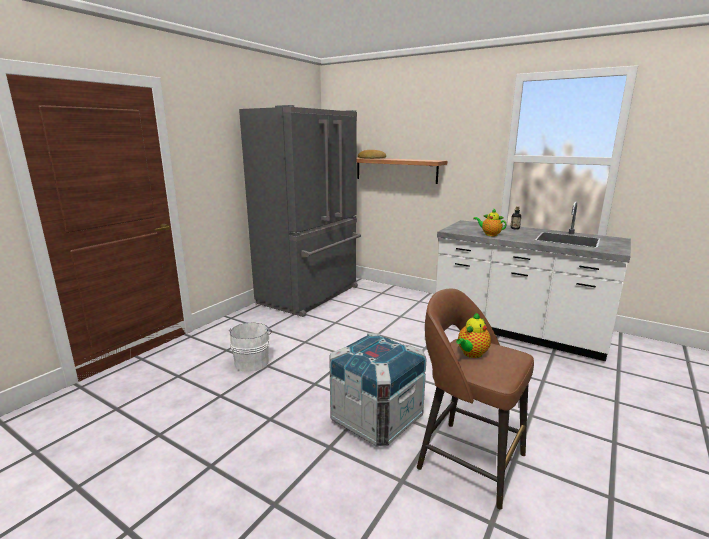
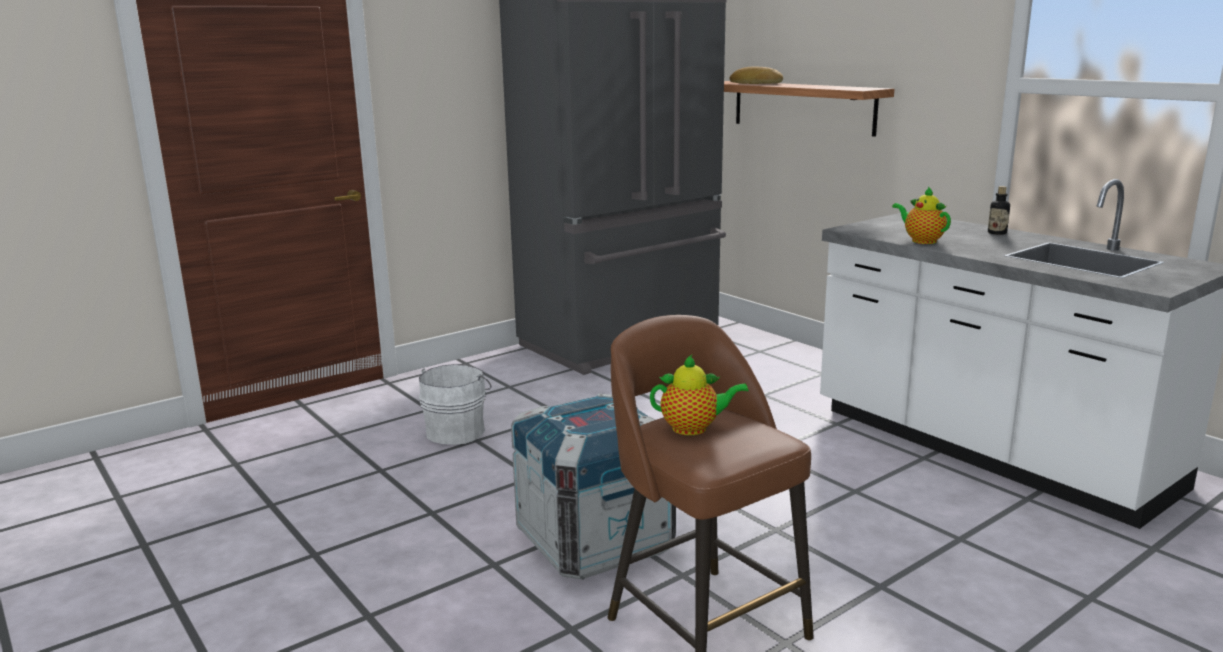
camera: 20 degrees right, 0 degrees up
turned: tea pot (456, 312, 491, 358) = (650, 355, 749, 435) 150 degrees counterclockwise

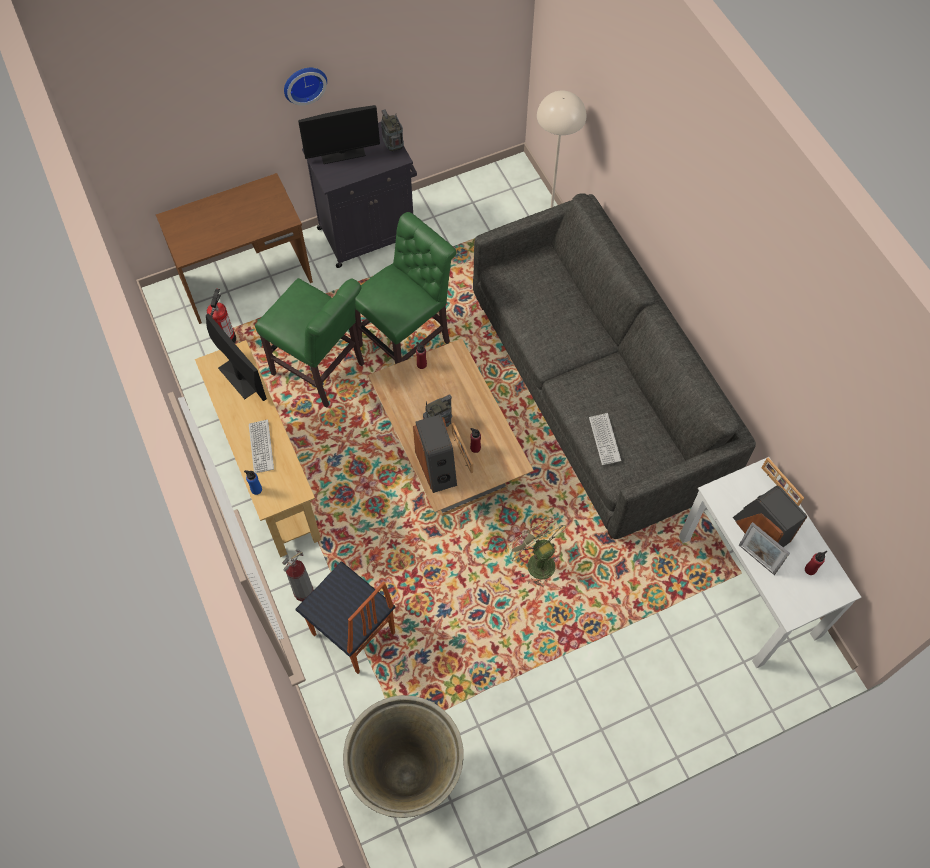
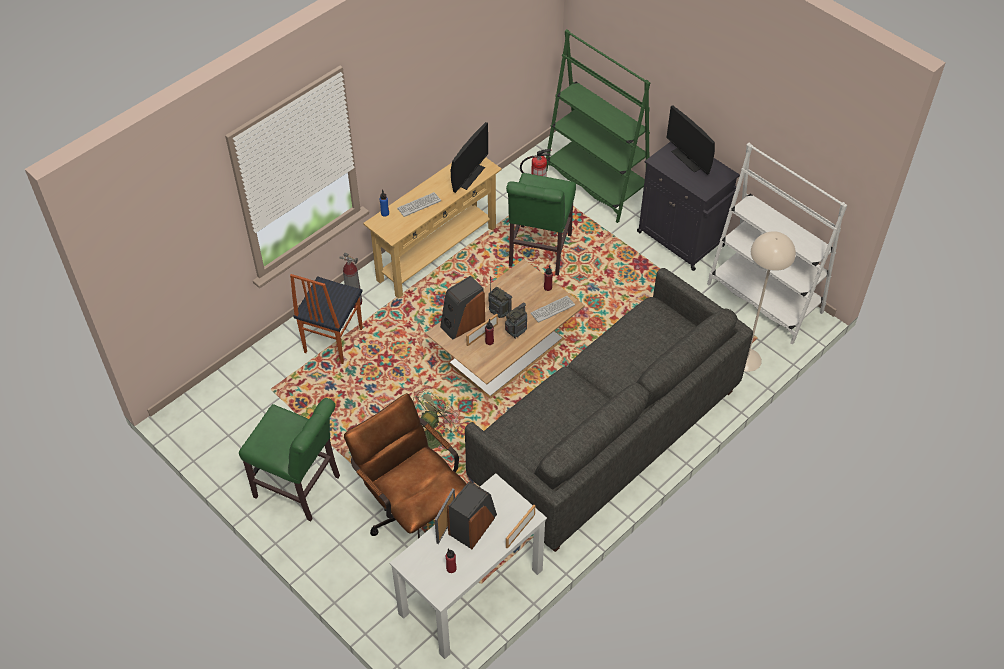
camera: 70 degrees right, 10 degrees down
removed: wall clock (284, 68, 327, 106); gray plant pot (343, 695, 464, 818)
added: brown desk chair (344, 393, 466, 538); white-coloured bookshelf (707, 143, 847, 344)
moved: green-coloured chair (355, 212, 456, 364) to (239, 398, 340, 521); radio set (381, 109, 404, 152) to (505, 303, 527, 339); PC keyboard (589, 413, 621, 465) to (530, 296, 575, 323)
replaced: brown desk (156, 173, 313, 324) to green-coloured bookshelf (546, 29, 650, 223)

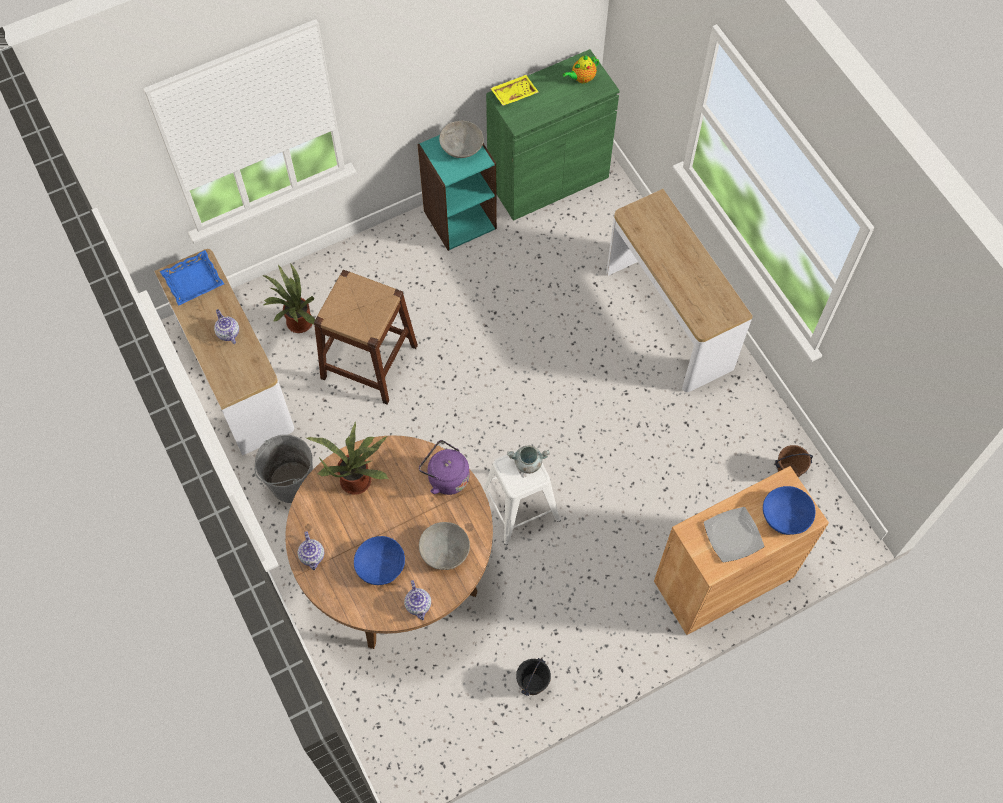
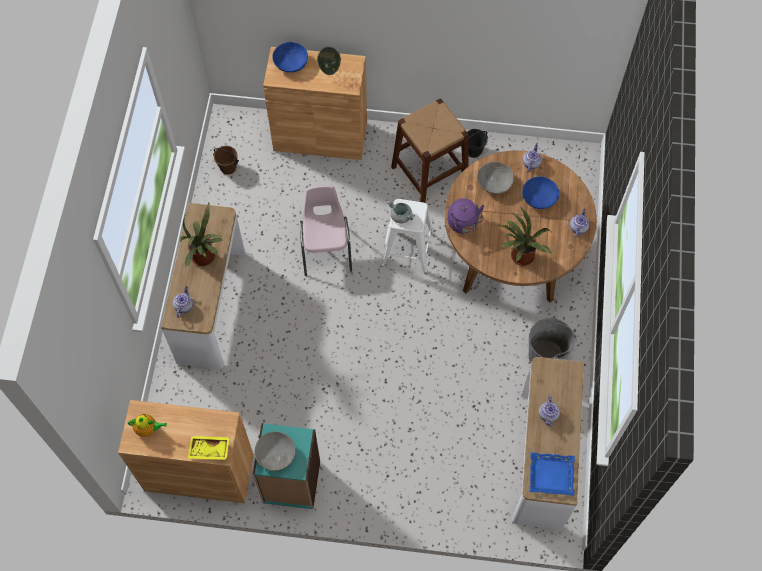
camera: 145 degrees left, 0 degrees up
added: tea pot (173, 286, 193, 318); pink-coloured chair (300, 186, 352, 276)
moved: plant in a pot (262, 263, 315, 333) to (180, 201, 224, 268); brown stool seat (314, 270, 418, 405) to (391, 98, 469, 203)
replaced: dinner plate (704, 507, 764, 563) to flower vase (317, 47, 341, 75)
recoloured: green-coloured cupboard (486, 49, 620, 221) to brown cupboard (118, 400, 254, 503)

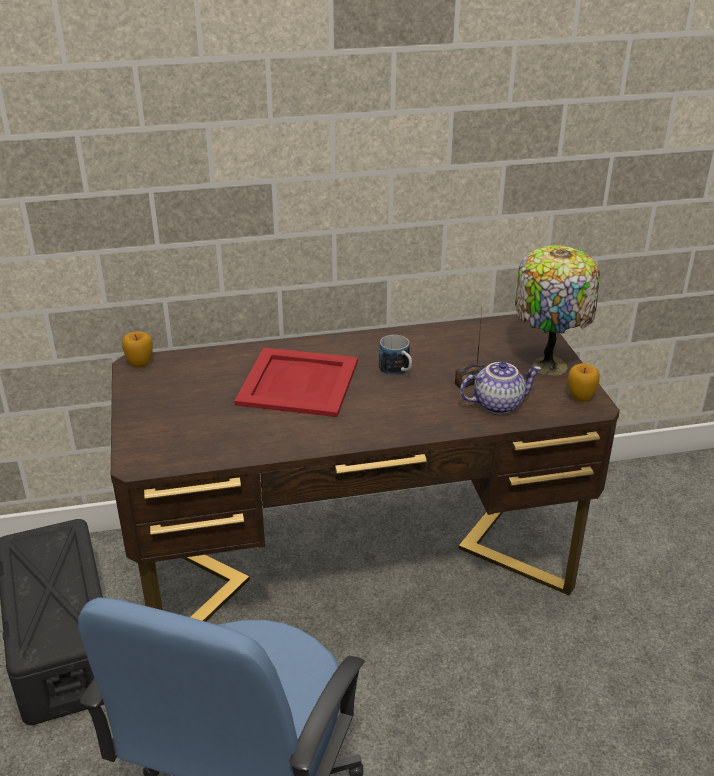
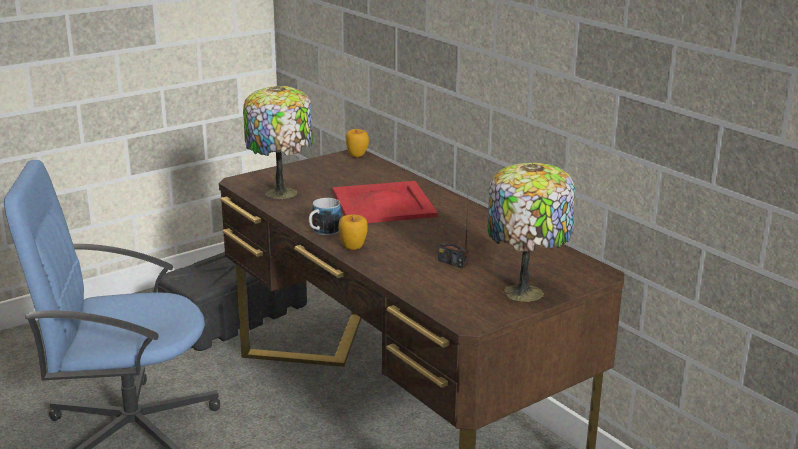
camera: 65 degrees right, 10 degrees down
removed: tea pot (460, 361, 542, 414)
added: table lamp (243, 86, 313, 199)
moved: coffee mug (379, 335, 412, 376) to (309, 198, 341, 235); apple fruit (568, 363, 600, 402) to (338, 214, 368, 250)

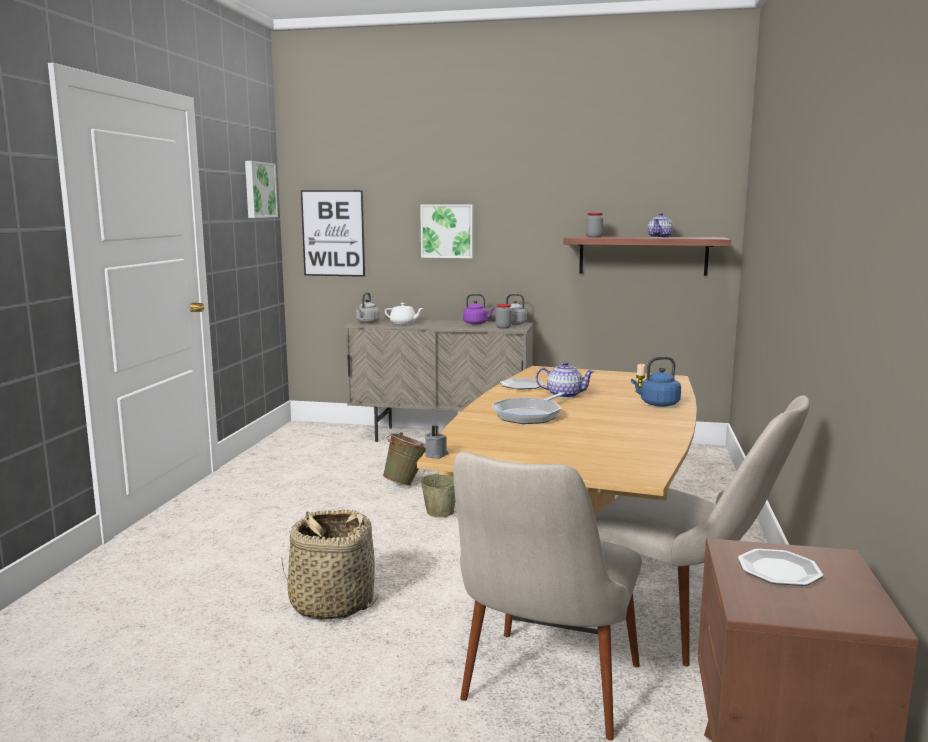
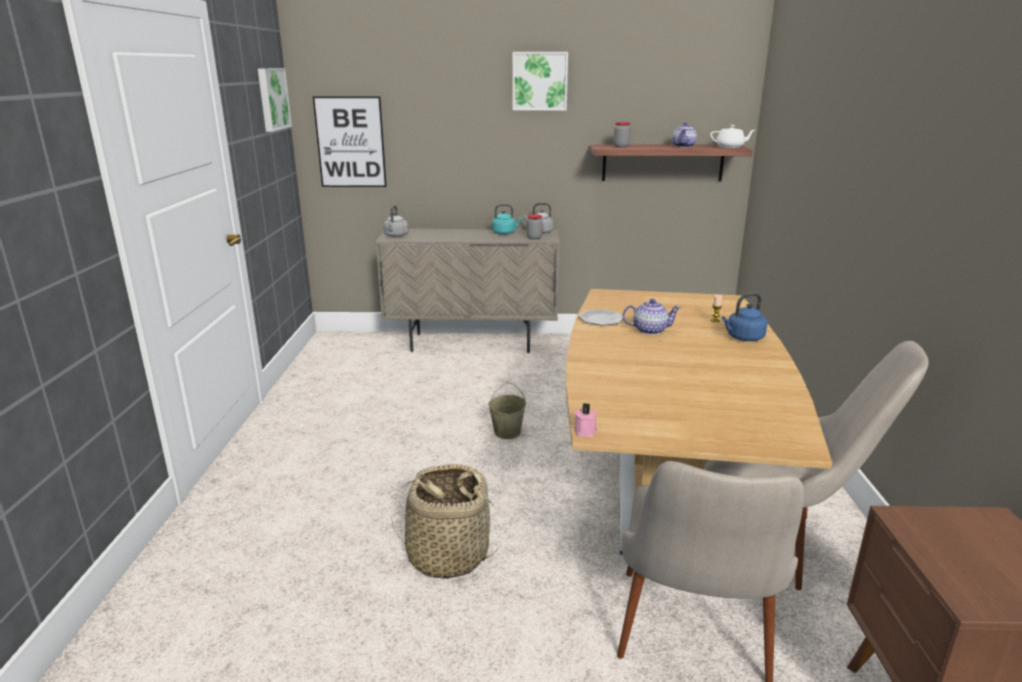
camera: 10 degrees left, 10 degrees up
removed: green-coloured pail (383, 432, 425, 486); skillet (492, 392, 564, 424); dinner plate (738, 549, 823, 586)
moved: white-coloured tea pot (385, 303, 424, 324) to (710, 125, 755, 148); picture (420, 204, 473, 258) to (513, 52, 568, 110)
recoloured: gray wax candle (425, 425, 449, 459) to pink-coloured wax candle (575, 403, 597, 437); purple-coloured water kettle (463, 294, 495, 325) to turquoise-coloured water kettle (492, 204, 523, 235)

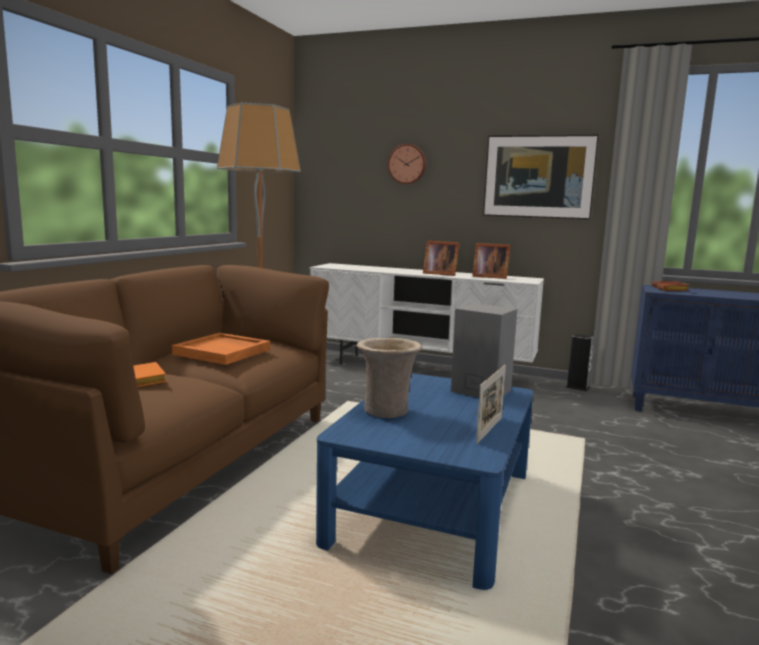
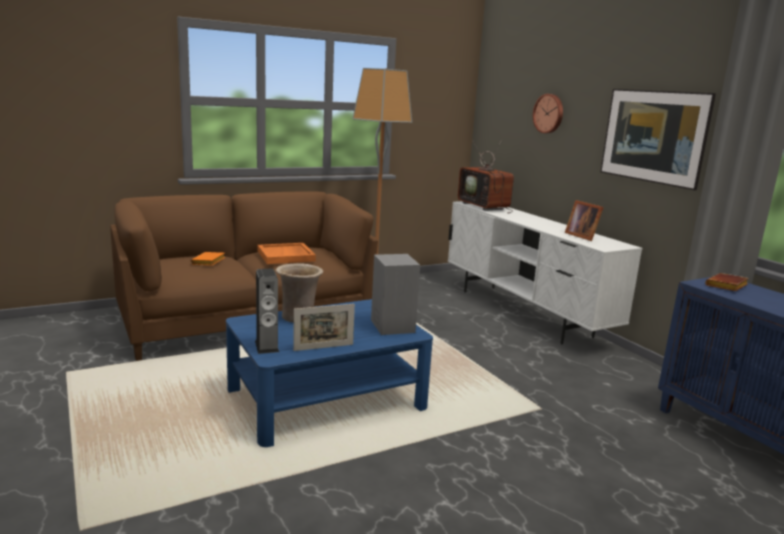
camera: 40 degrees right, 5 degrees up
removed: picture frame (423, 241, 459, 276)
added: TV (458, 139, 514, 213)
moved: speaker (566, 334, 594, 391) to (255, 269, 279, 354)

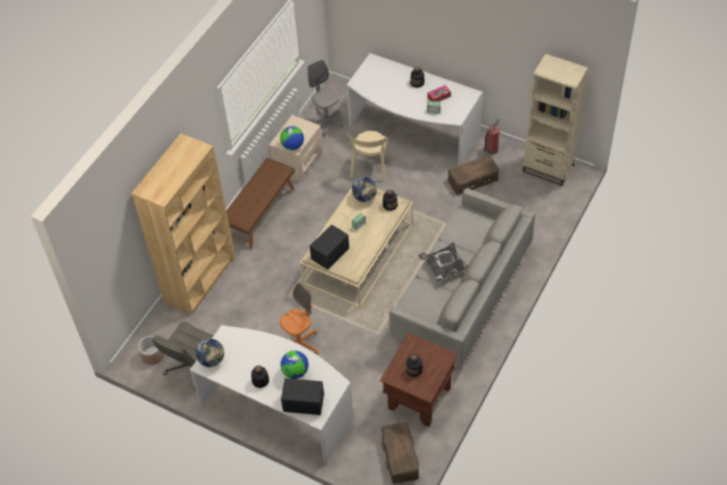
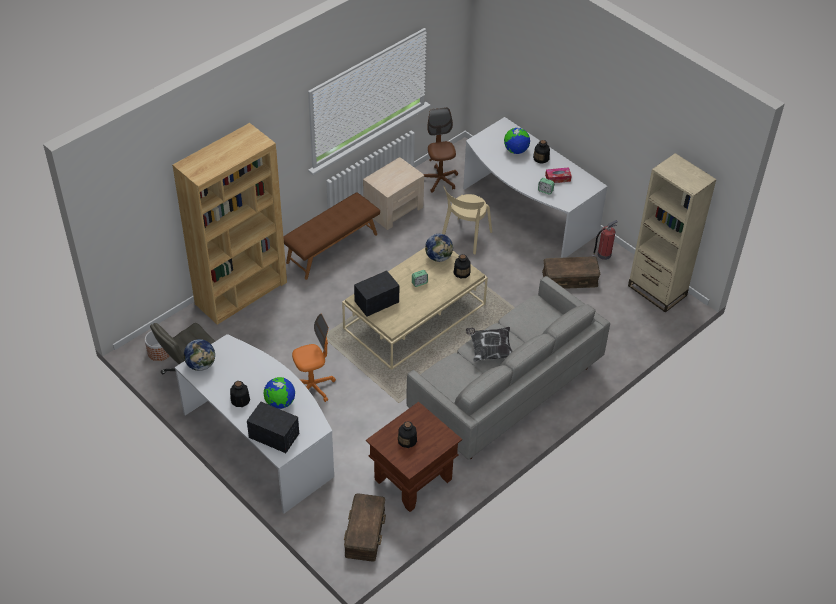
camera: 15 degrees right, 5 degrees down
moved: world globe (280, 126, 304, 150) to (504, 128, 530, 154)
recoloured: gray desk chair (308, 60, 343, 137) to brown desk chair (424, 107, 458, 193)

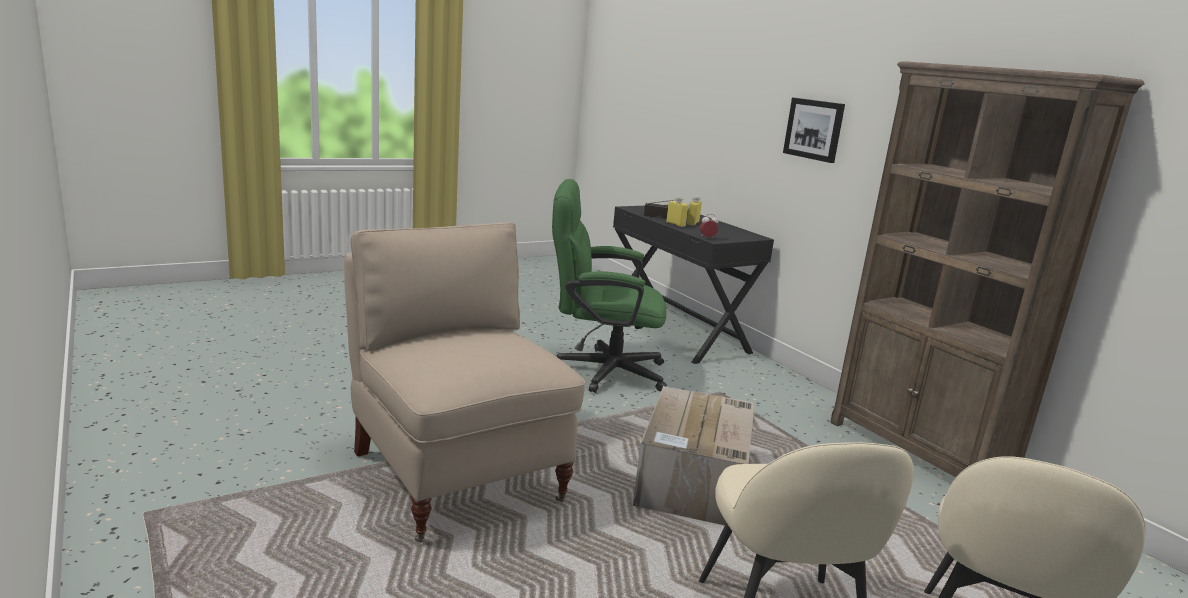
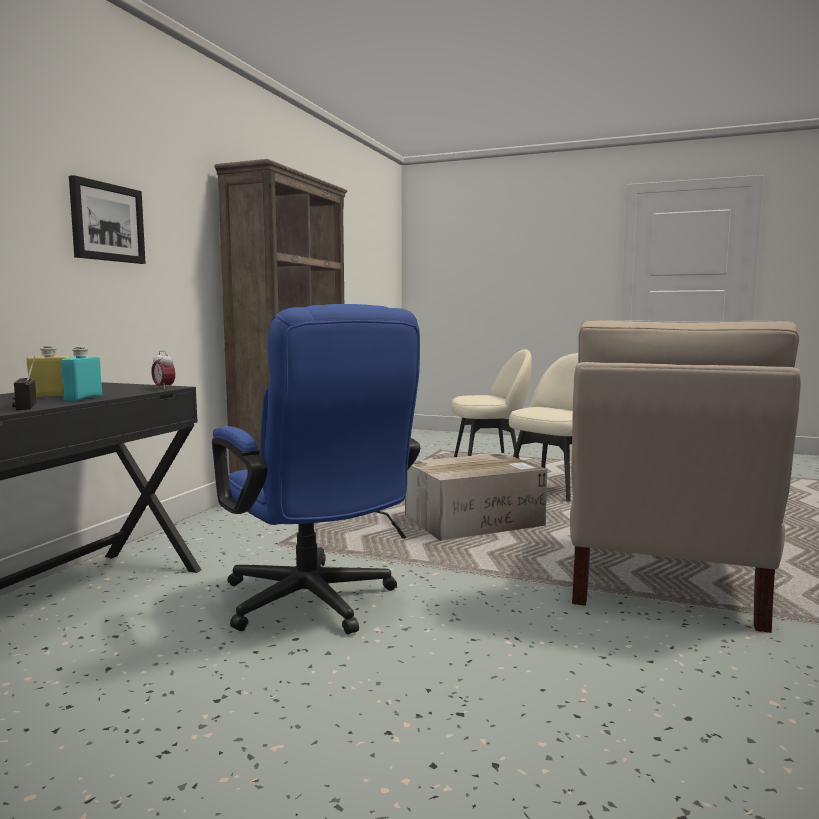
camera: 125 degrees left, 10 degrees down
recoloured: green-coloured desk chair (552, 179, 667, 393) to blue-coloured desk chair (212, 304, 420, 634); yellow beverage bottle (666, 197, 688, 227) to turquoise-coloured beverage bottle (61, 347, 102, 401)

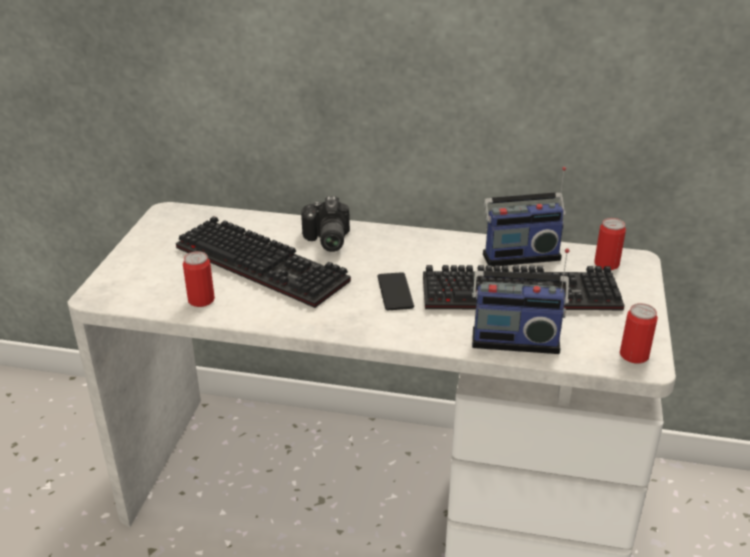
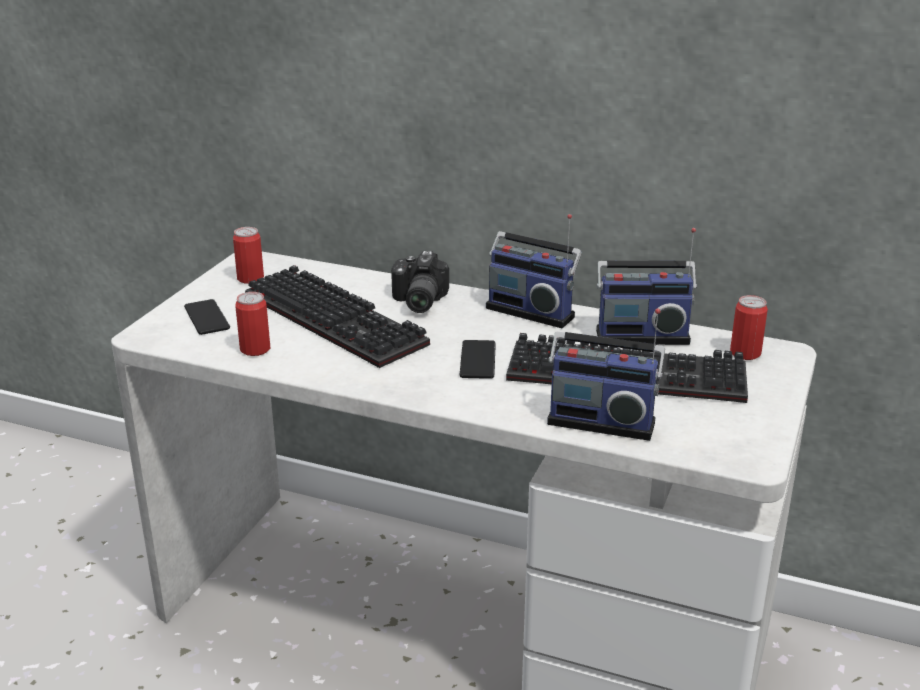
camera: 10 degrees right, 5 degrees down
added: phone (184, 299, 230, 335); radio set (486, 214, 582, 328)
moved: sealed can (620, 303, 658, 363) to (233, 227, 264, 284)

